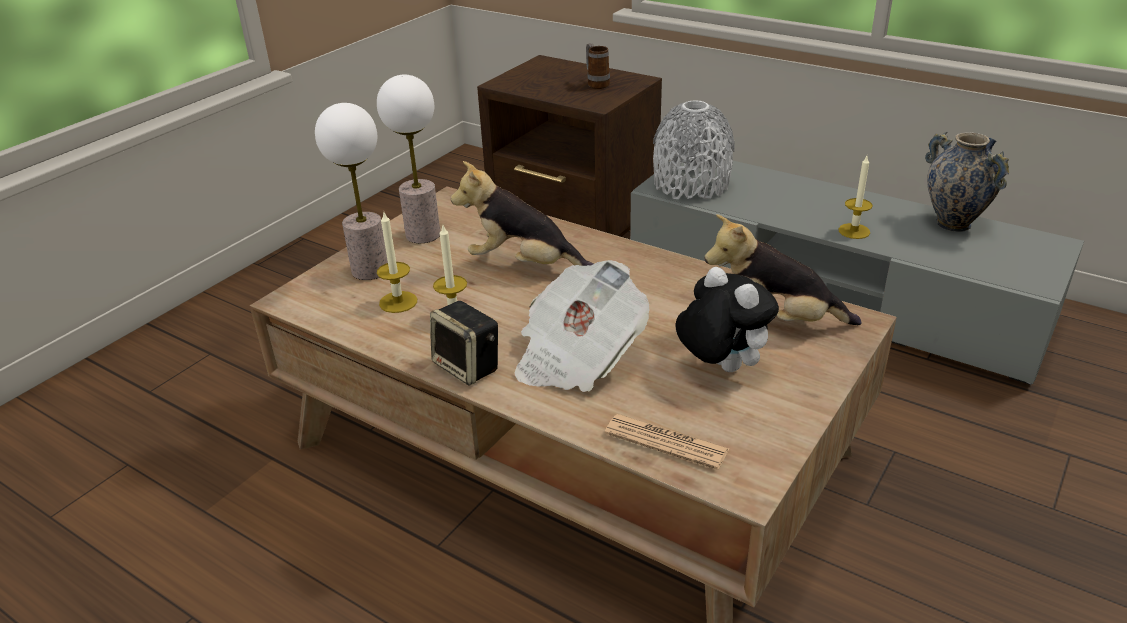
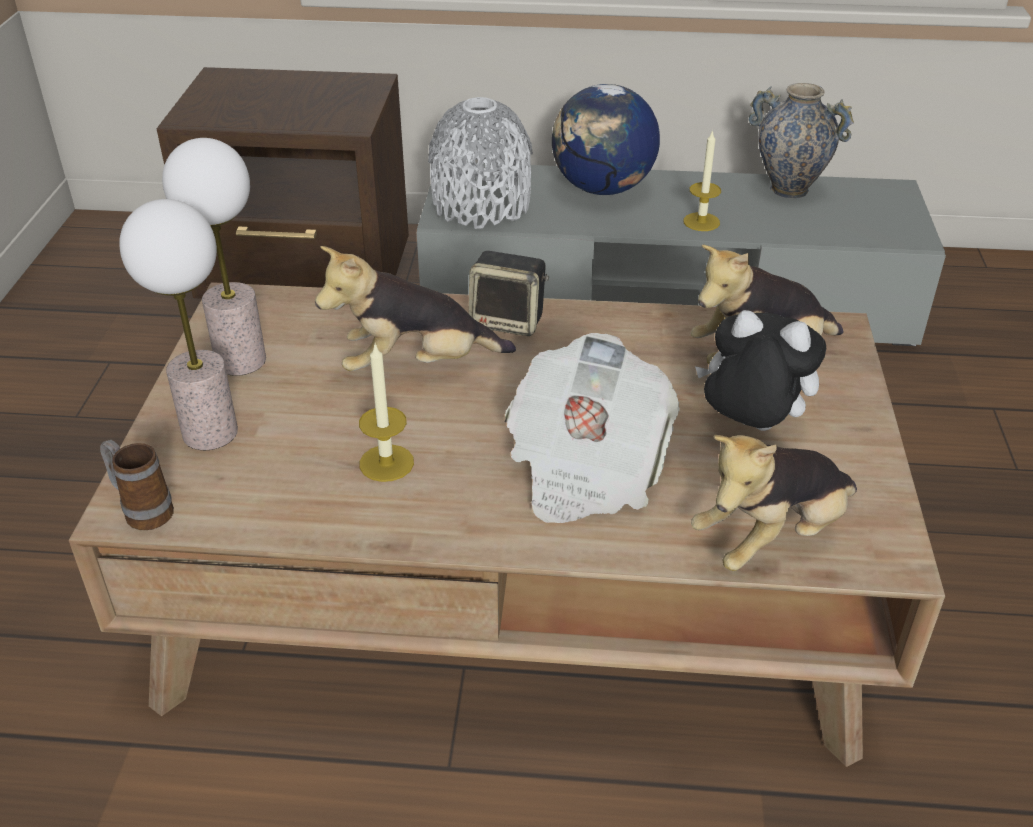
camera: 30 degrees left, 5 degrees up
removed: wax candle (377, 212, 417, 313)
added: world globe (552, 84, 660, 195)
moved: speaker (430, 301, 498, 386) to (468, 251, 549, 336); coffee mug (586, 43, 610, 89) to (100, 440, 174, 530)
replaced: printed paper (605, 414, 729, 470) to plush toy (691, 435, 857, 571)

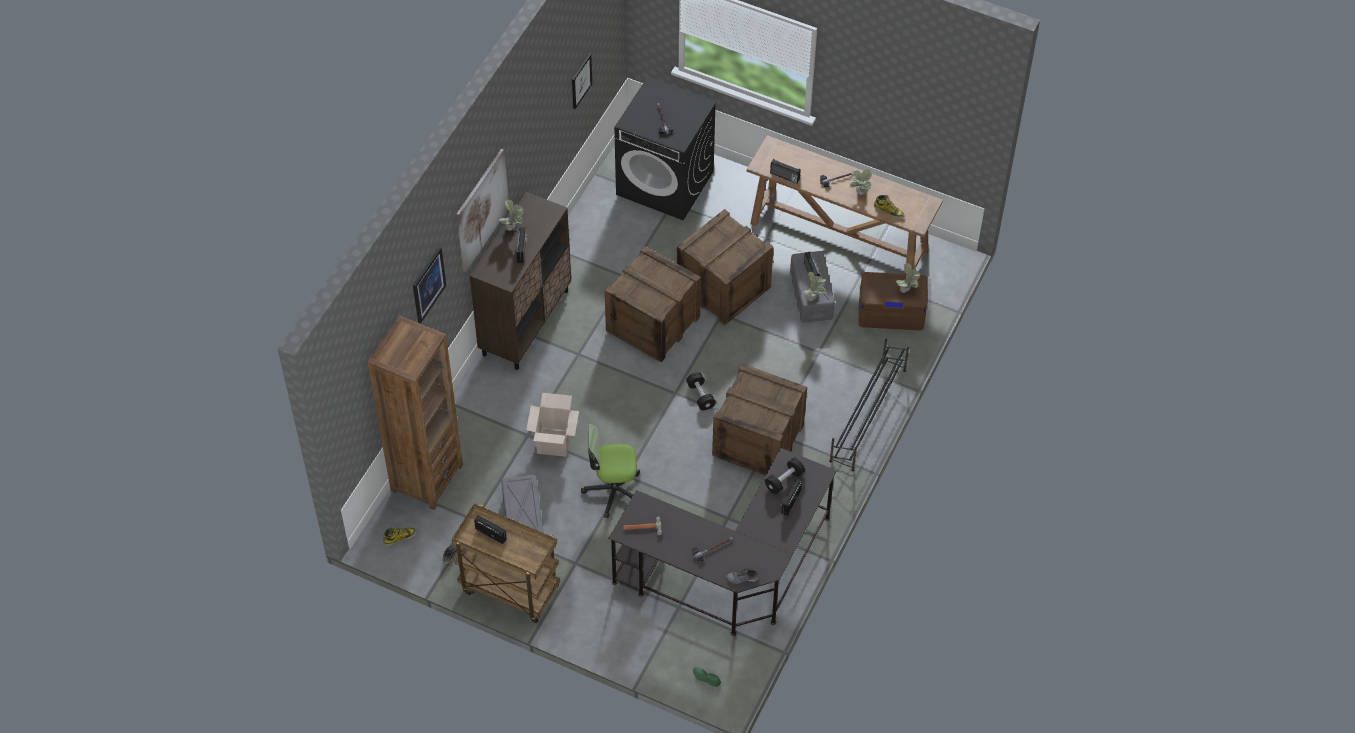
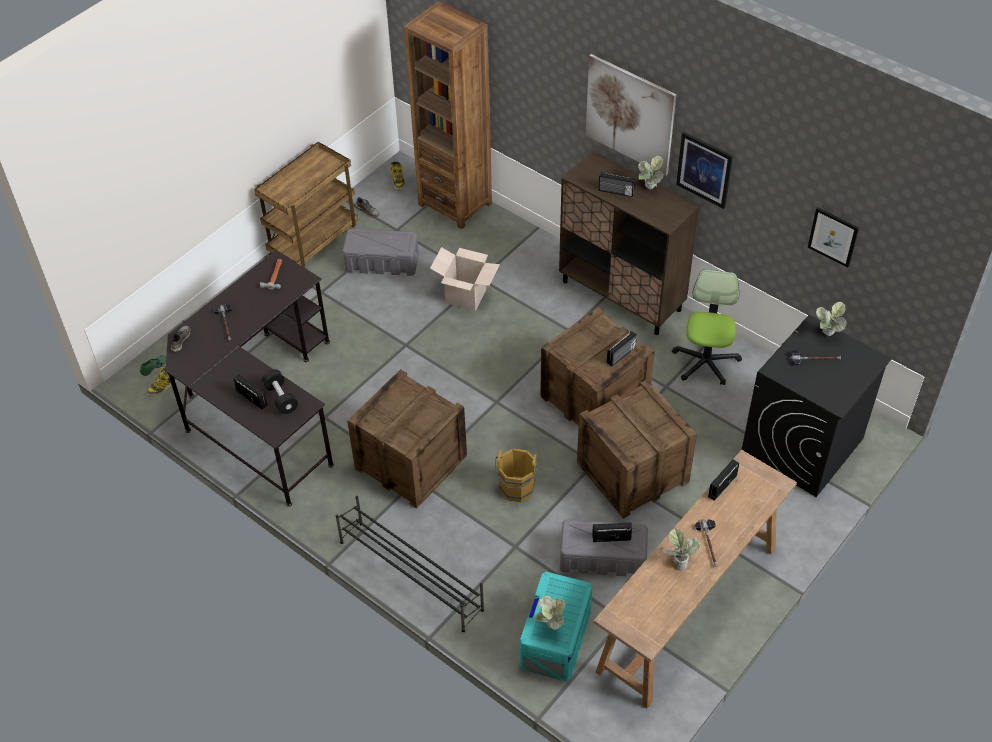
camera: 105 degrees right, 5 degrees down
removed: black-coloured dumbbell (686, 372, 716, 410)
added: brown pail (495, 449, 538, 502)
moved: picture (413, 247, 446, 324) to (676, 132, 733, 209); radio set (474, 515, 507, 544) to (607, 331, 637, 367); desk chair (581, 424, 640, 518) to (672, 269, 742, 385); plant in a pot (804, 272, 826, 301) to (816, 302, 847, 336); high-top boot (874, 195, 905, 219) to (146, 366, 177, 397)
recoloured: brown storage box (858, 272, 928, 331) to turquoise-coloured storage box (520, 571, 592, 681)

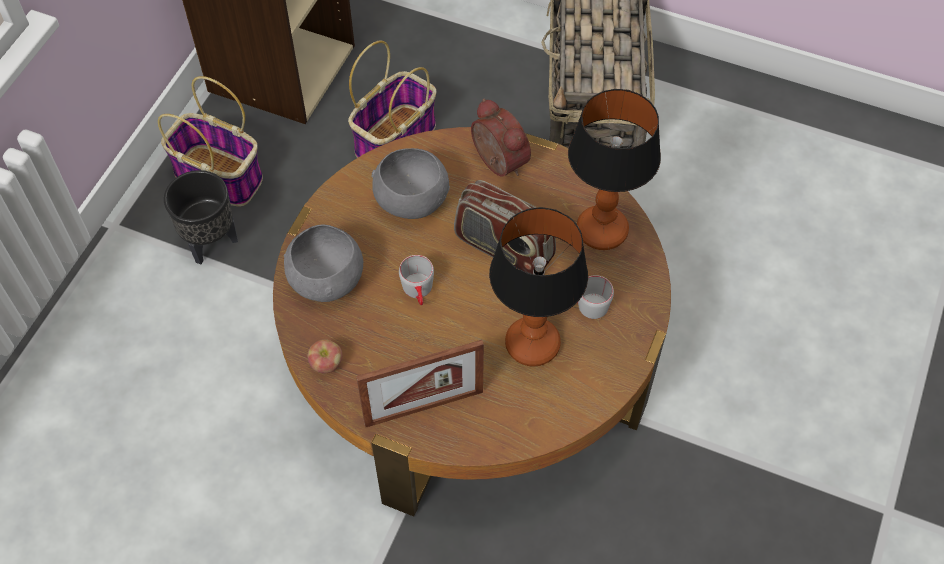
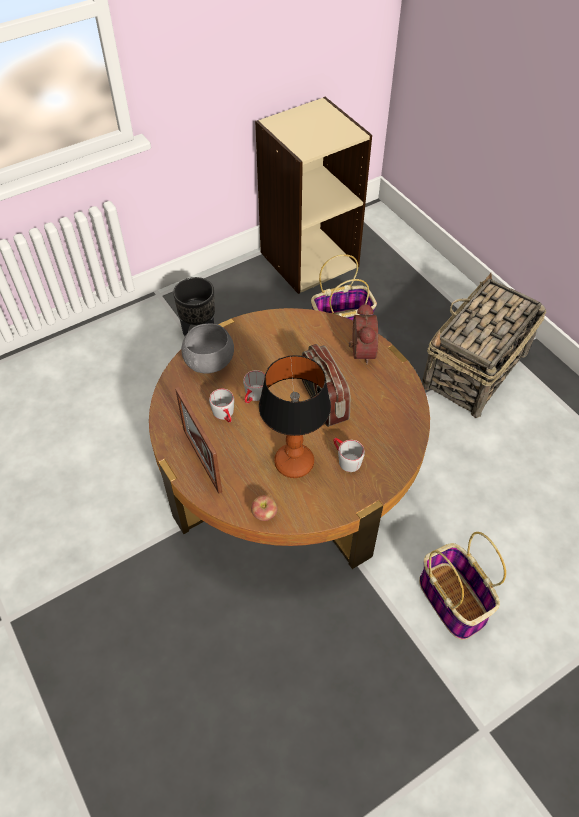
camera: 35 degrees right, 5 degrees down
removed: gray deep dish (372, 148, 450, 219); table lamp (568, 89, 661, 250)
added: gray coffee mug (209, 389, 234, 422)
moved: household basket (158, 76, 263, 206) to (419, 532, 506, 640); apple fruit (307, 339, 342, 373) to (251, 495, 277, 521)
turned: picture frame (356, 340, 484, 427) = (175, 387, 222, 494) 45 degrees clockwise

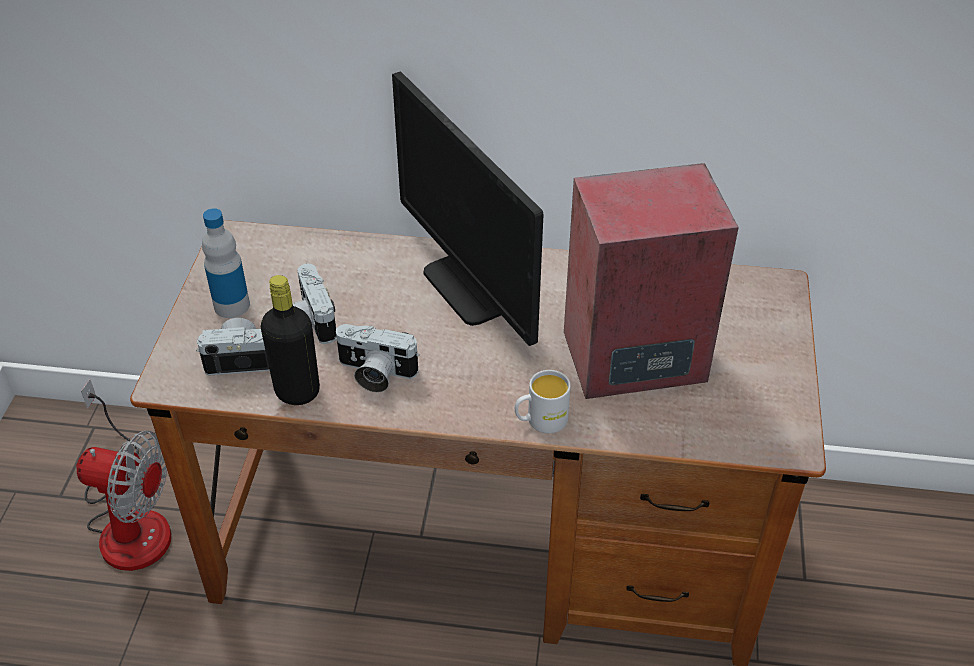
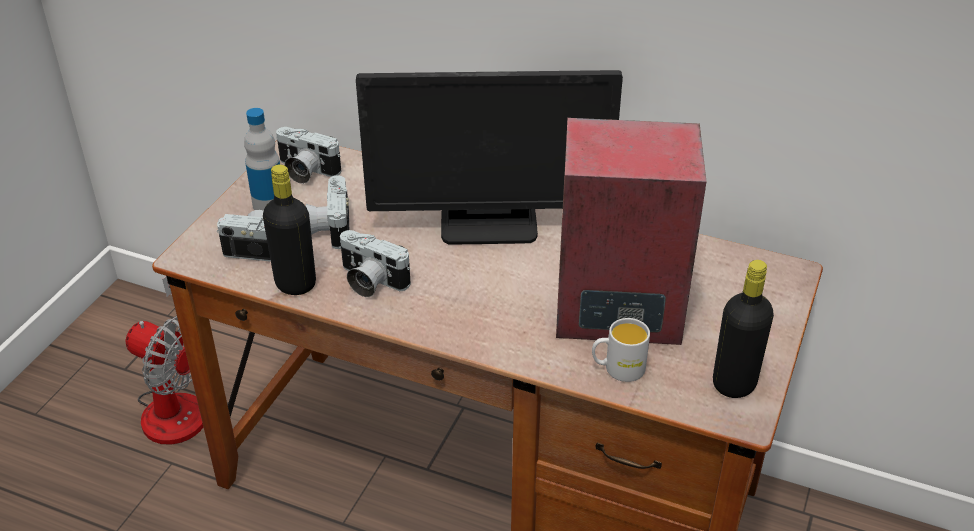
camera: 15 degrees right, 5 degrees down
added: still camera (276, 127, 342, 184); black-coloured beverage bottle (713, 260, 774, 398)
moved: white-coloured coffee mug (515, 370, 571, 433) to (592, 318, 650, 382)
turned: monitor (392, 72, 544, 346) = (356, 70, 623, 244) 75 degrees counterclockwise

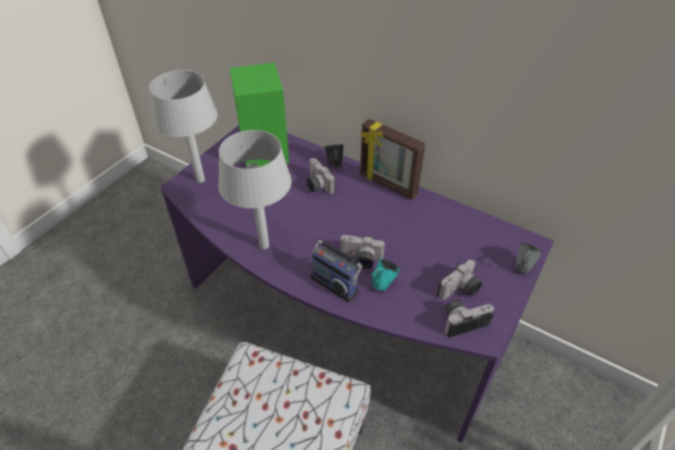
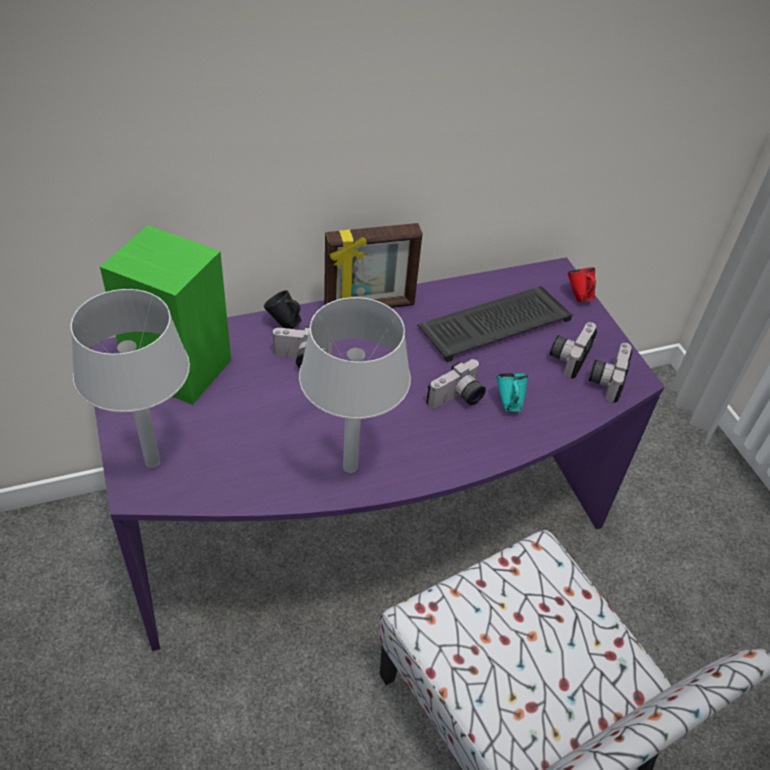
camera: 55 degrees left, 0 degrees up
removed: radio set (310, 240, 363, 302)
added: PC keyboard (417, 286, 573, 362)
recoloured: gray coffee mug (516, 243, 543, 273) to red coffee mug (568, 267, 596, 302)
turned: still camera (437, 260, 482, 300) = (550, 322, 597, 379) 150 degrees counterclockwise

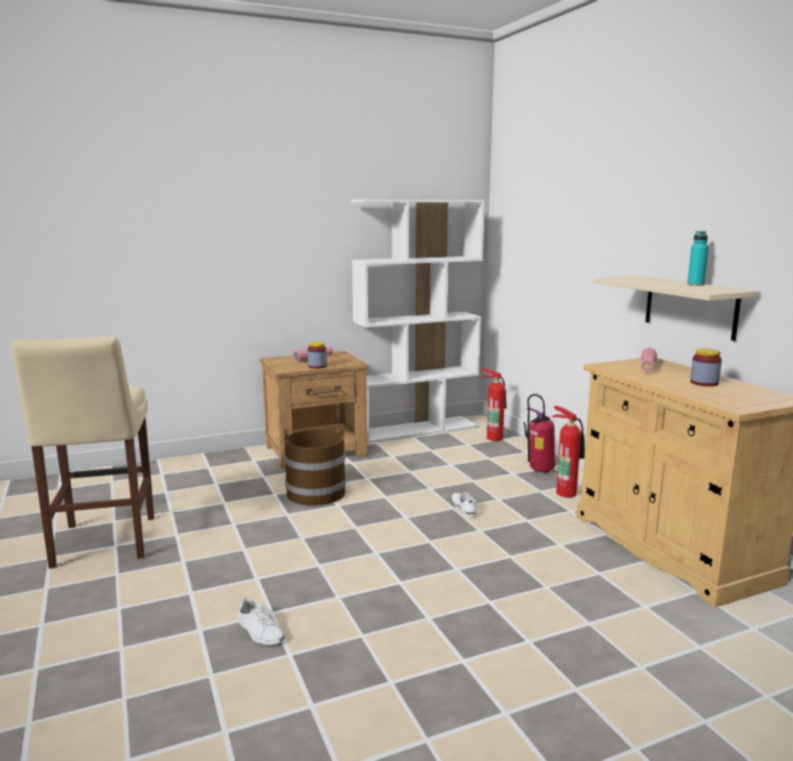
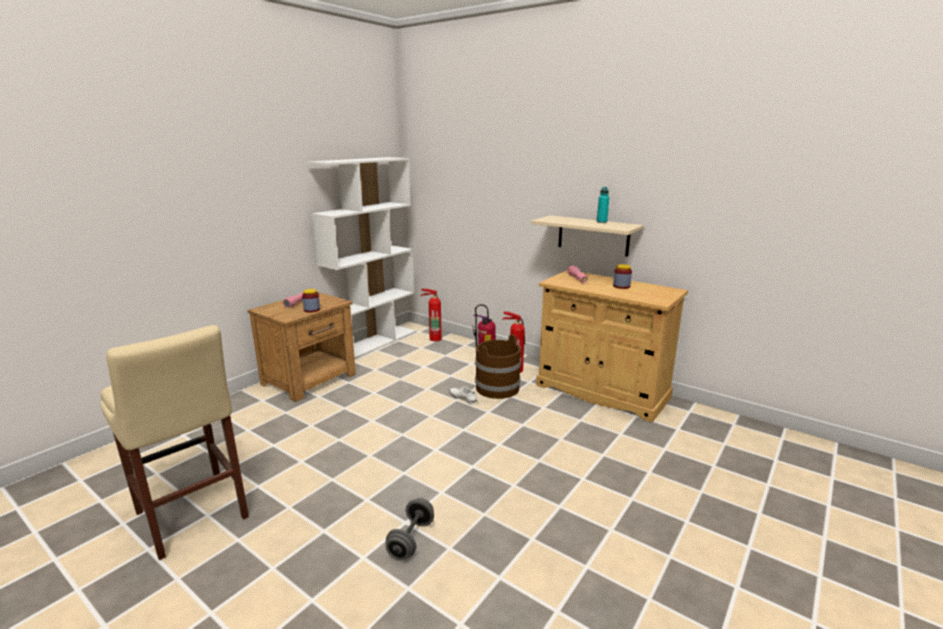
camera: 30 degrees left, 5 degrees up
moved: brown pail (284, 424, 346, 506) to (475, 334, 521, 399)
replaced: white-coloured low shoe (237, 597, 285, 645) to gray dumbbell (386, 498, 434, 560)

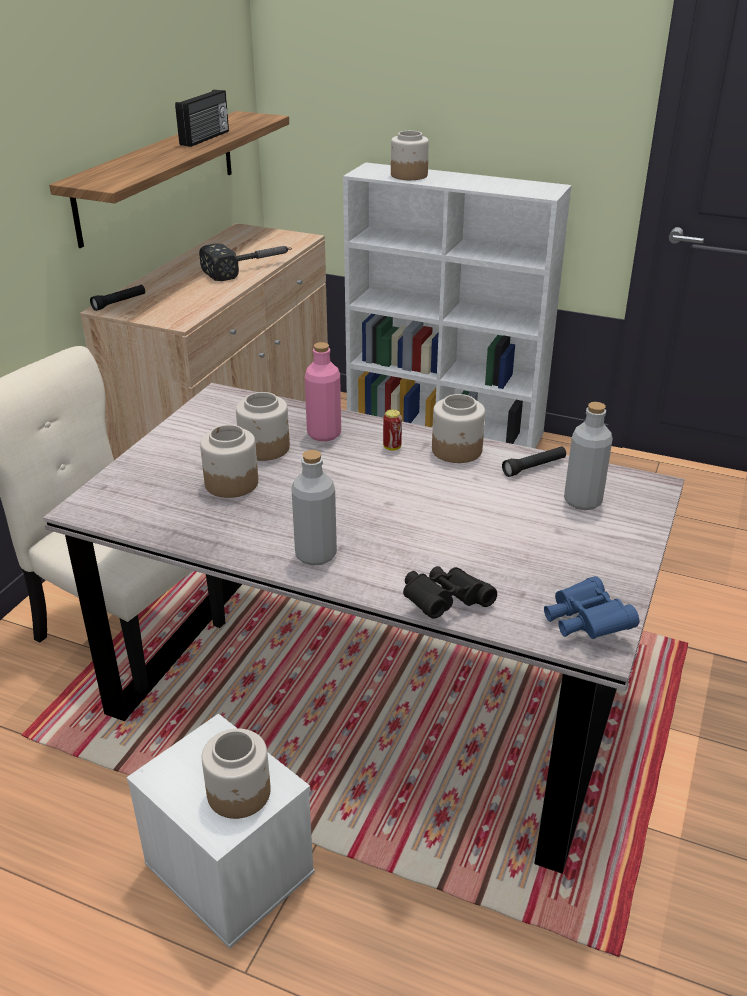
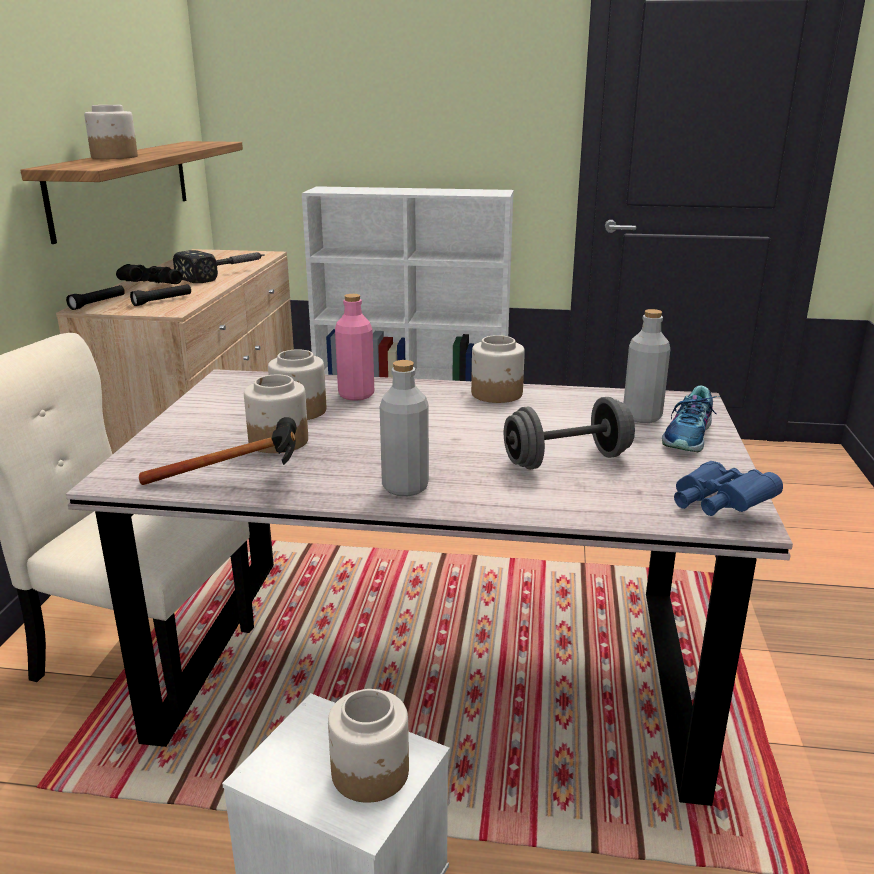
camera: 15 degrees left, 10 degrees down
removed: radio set (175, 90, 229, 147); sealed can (383, 409, 402, 451)
added: hand hammer (139, 417, 296, 485); gray dumbbell (504, 397, 635, 470); low shoe (662, 386, 721, 452)
moved: storage jar (391, 131, 429, 180) to (84, 105, 138, 159); black-coloured pair of binoculars (403, 566, 497, 619) to (116, 264, 182, 284); black-coloured hand torch (502, 446, 566, 477) to (130, 284, 191, 306)

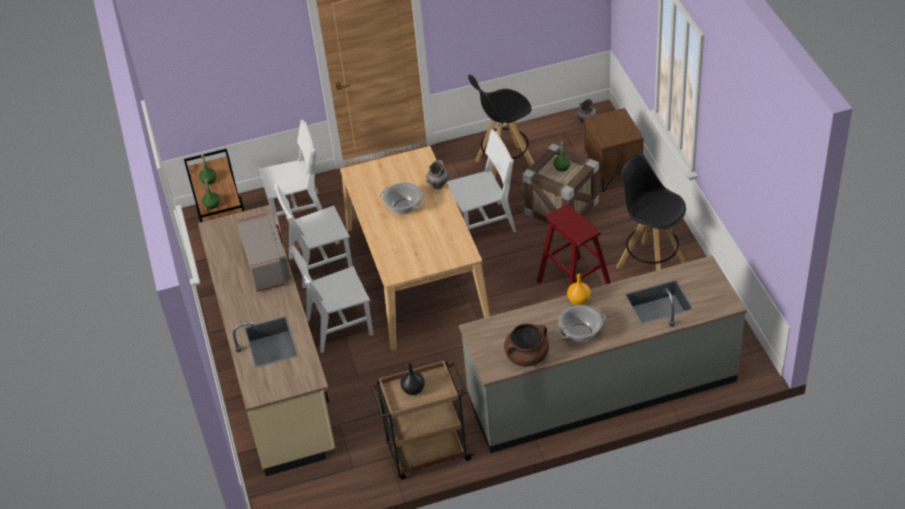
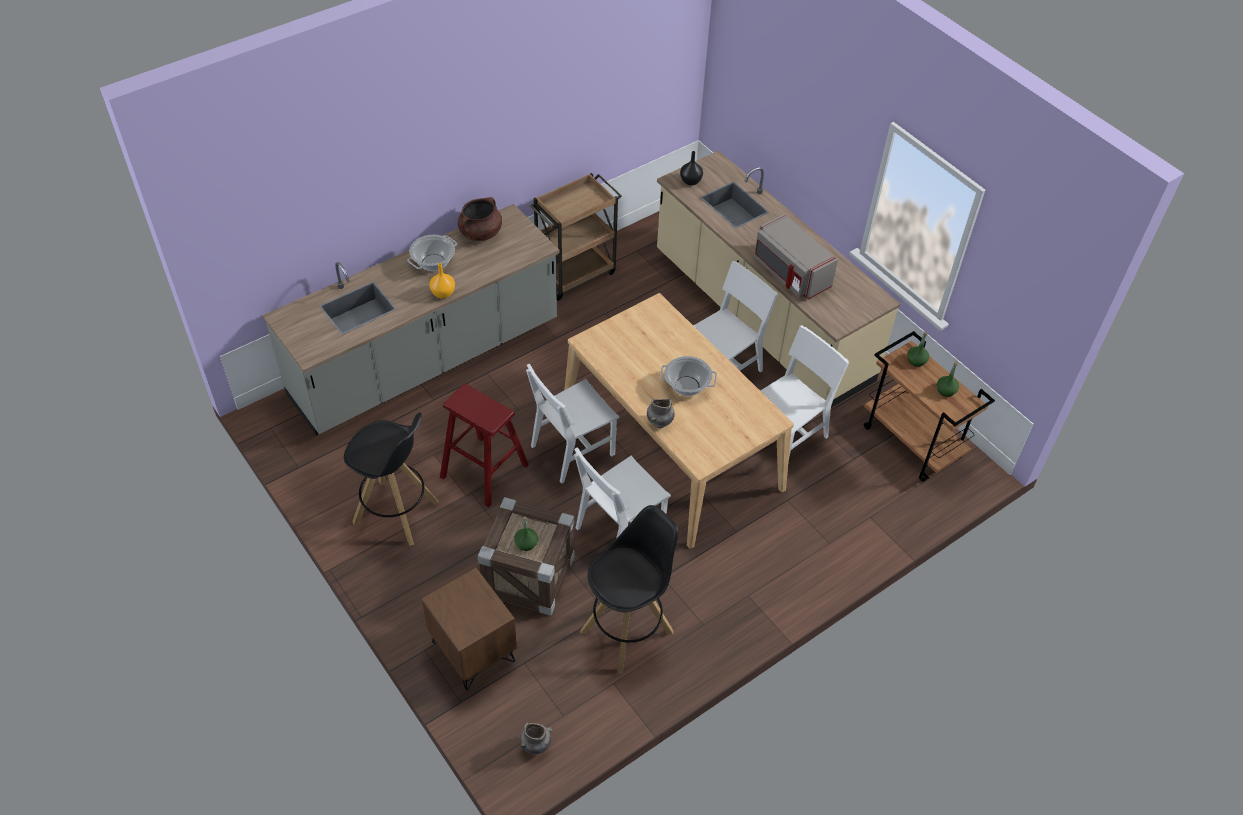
camera: 155 degrees right, 5 degrees up
moved: white-coloured chair (259, 120, 323, 232) to (526, 363, 619, 484); black-coloured flower vase (400, 363, 425, 395) to (680, 151, 703, 186)

